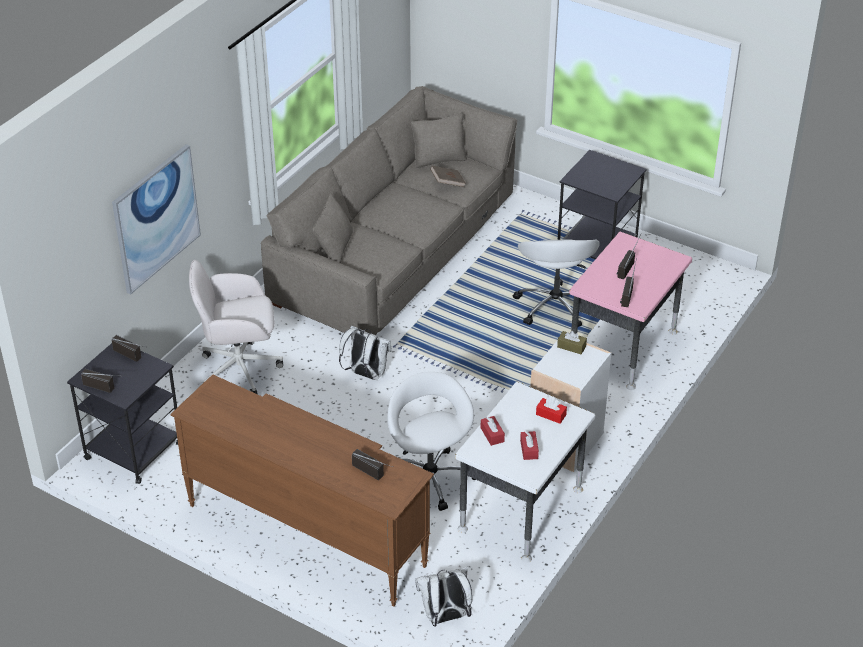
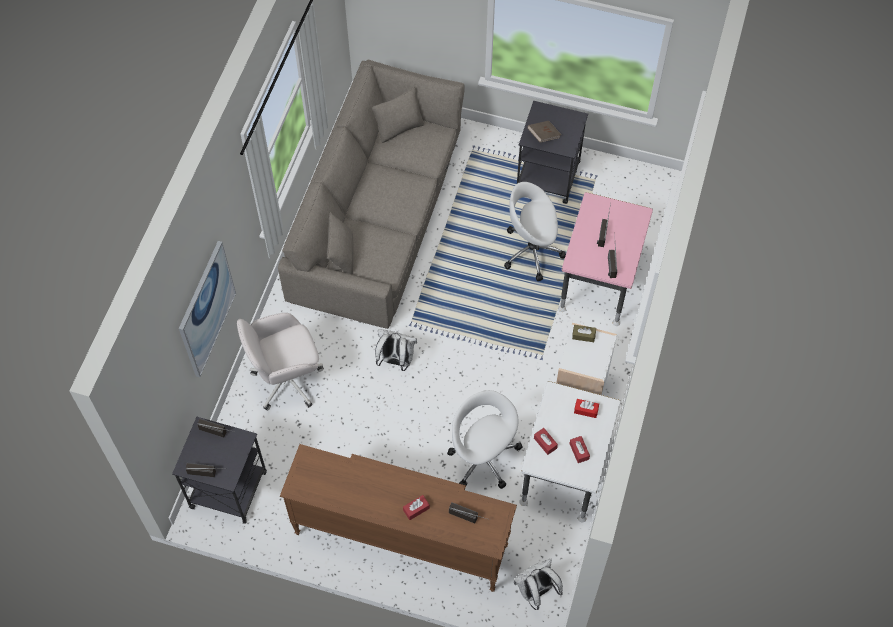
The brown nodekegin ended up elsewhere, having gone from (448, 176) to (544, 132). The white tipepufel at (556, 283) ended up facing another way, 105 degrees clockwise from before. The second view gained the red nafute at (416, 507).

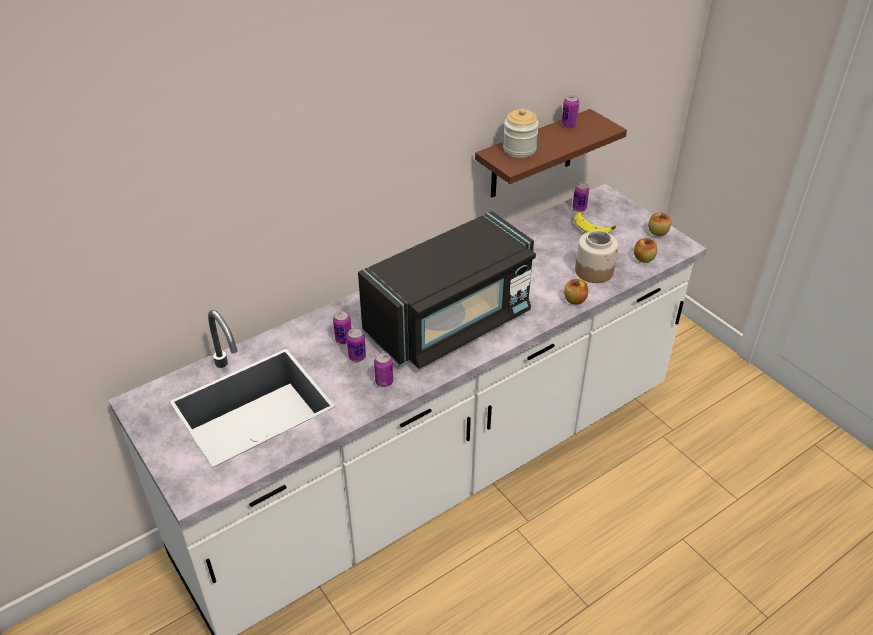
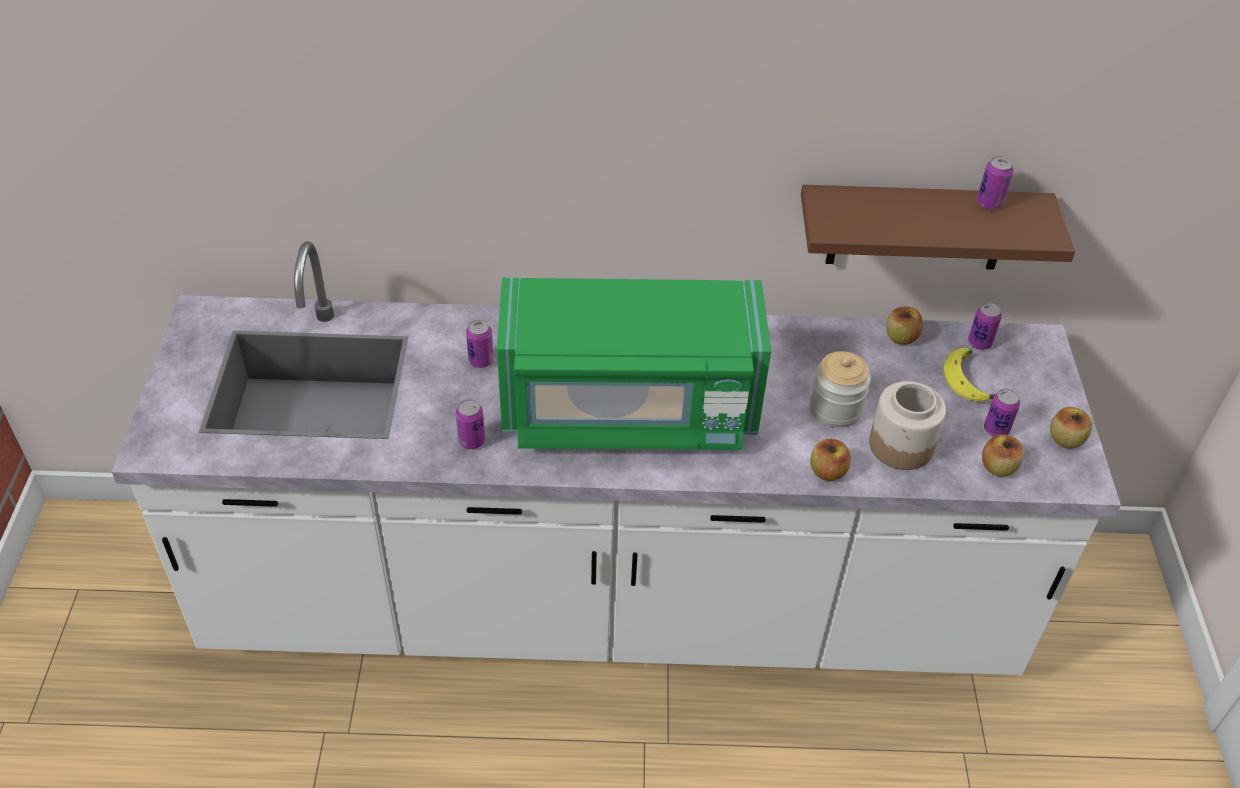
The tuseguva ended up elsewhere, having gone from (356, 345) to (1002, 413). What was the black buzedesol at (447, 290) turned into the green buzedesol at (634, 364). The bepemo ended up elsewhere, having gone from (521, 133) to (840, 389). The second view gained the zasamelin at (904, 326).

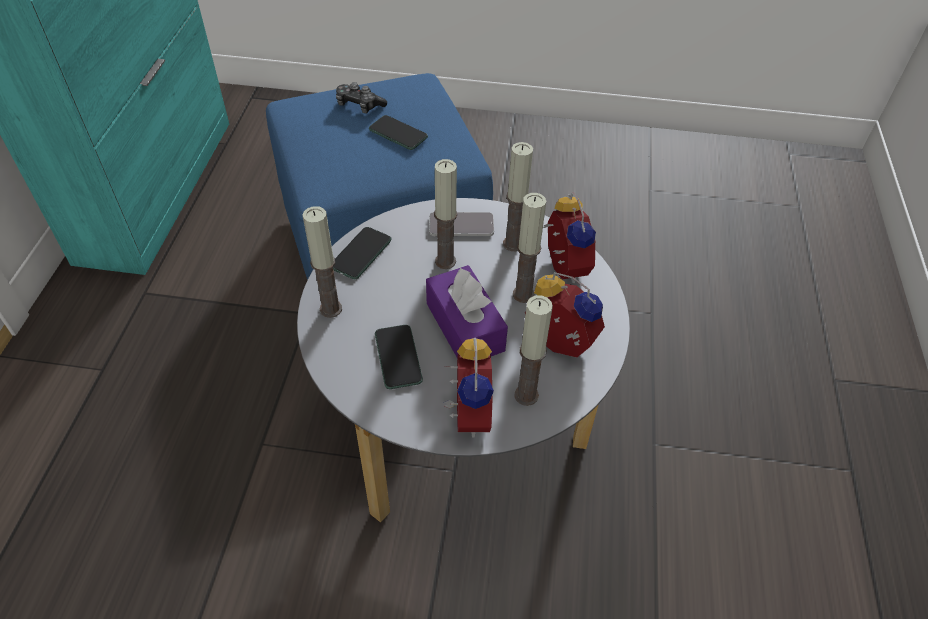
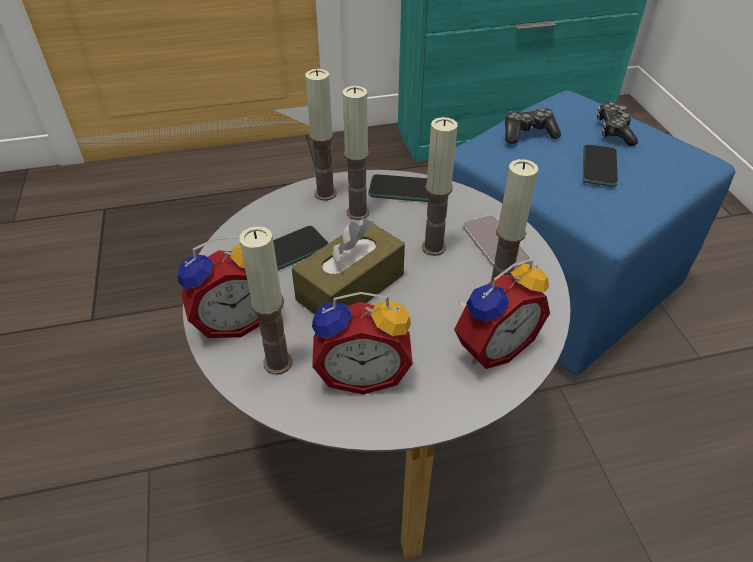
What was the purple nafute at (467, 311) turned into the brown nafute at (348, 266). The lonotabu ended up elsewhere, having gone from (529, 248) to (355, 153). The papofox at (565, 314) ended up facing another way, 75 degrees clockwise from before. The second view gained the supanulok at (533, 126).

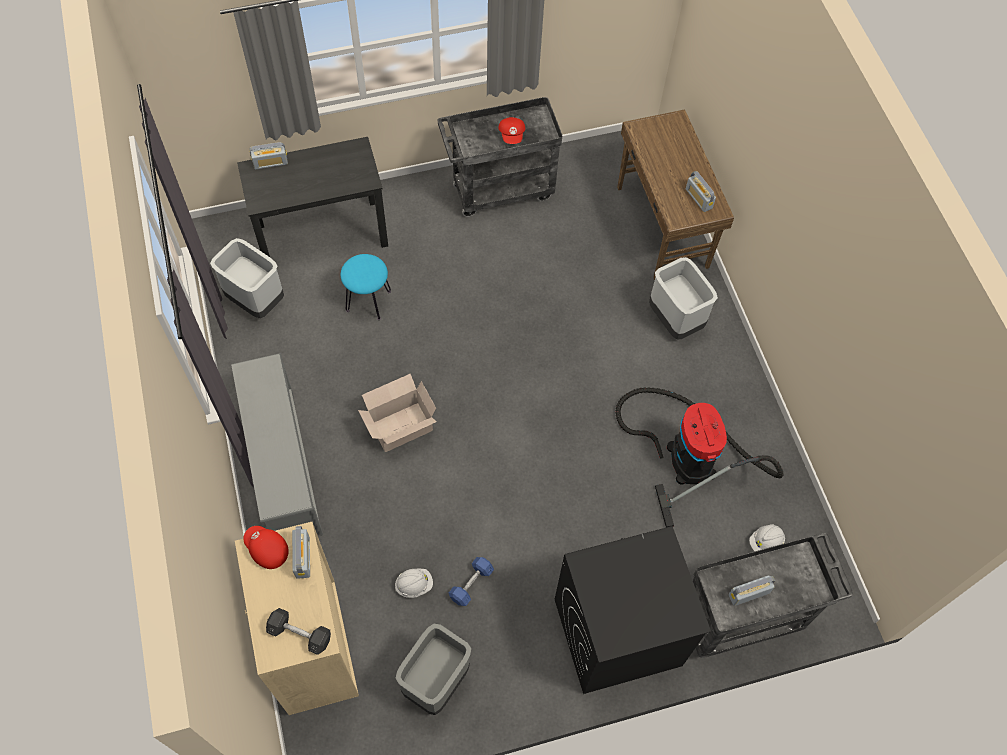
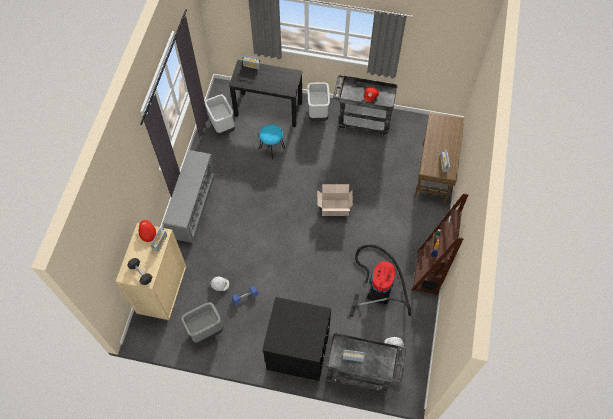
The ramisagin ended up elsewhere, having gone from (397, 413) to (335, 200). The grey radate ended up elsewhere, having gone from (683, 298) to (318, 101). The second view gained the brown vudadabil at (440, 244).

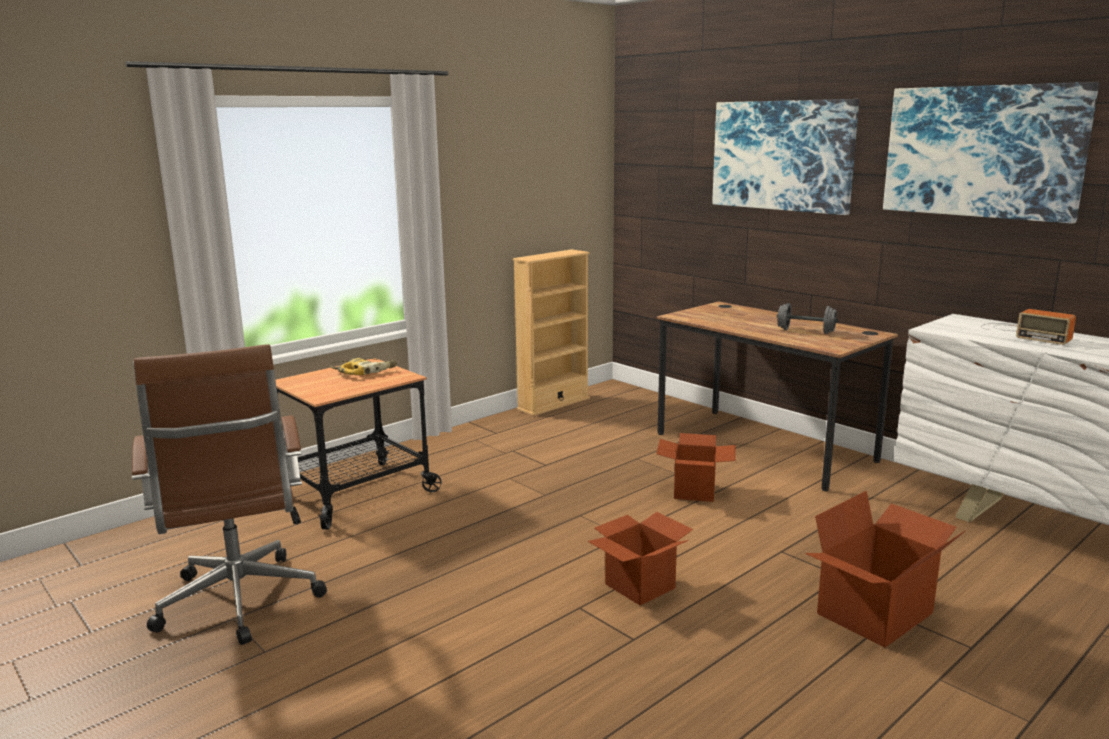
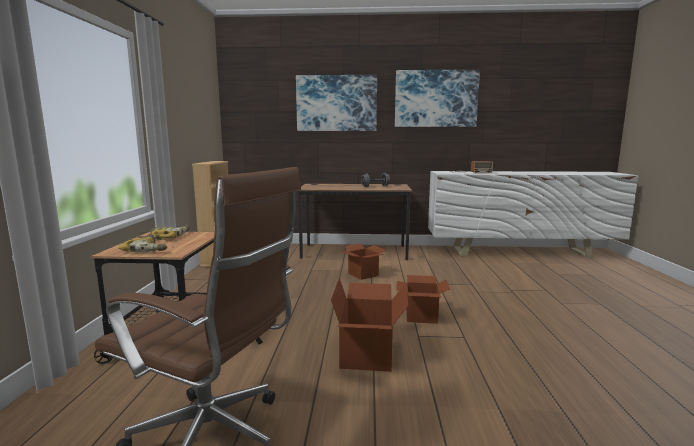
The ramisagin ended up elsewhere, having gone from (885, 569) to (369, 325). The second view gained the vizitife at (143, 244).

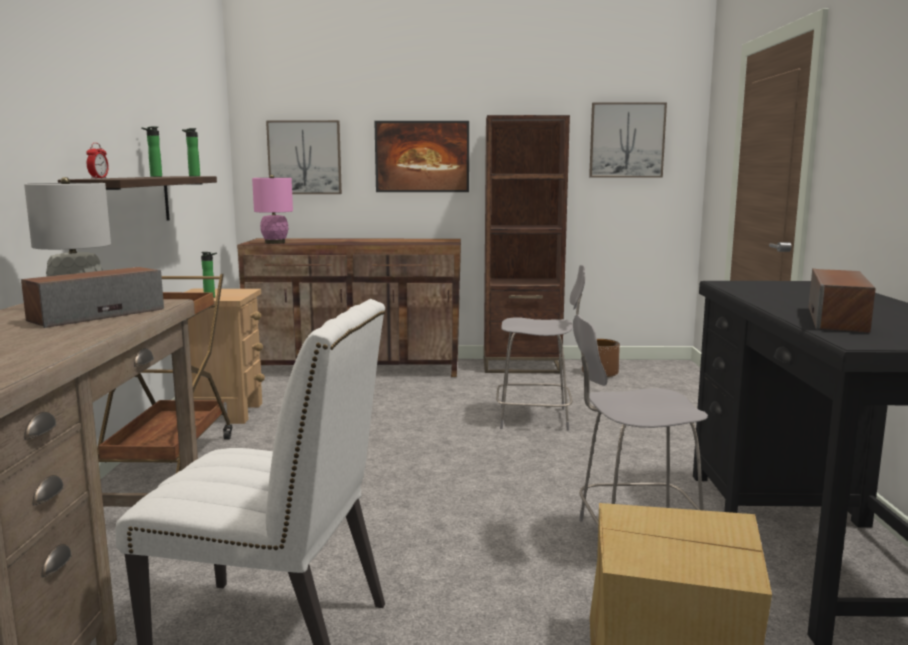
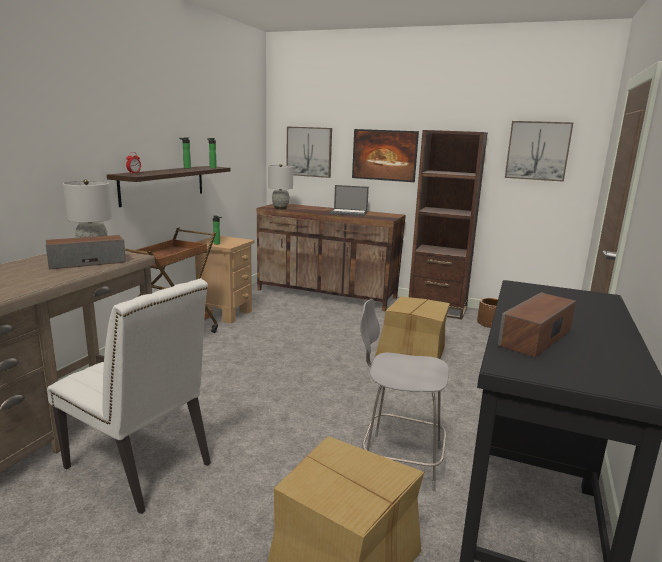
What was the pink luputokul at (272, 209) turned into the white luputokul at (280, 186). Where the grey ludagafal stood at (540, 348), the ramisagin came to stand at (412, 327). The second view gained the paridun at (349, 200).

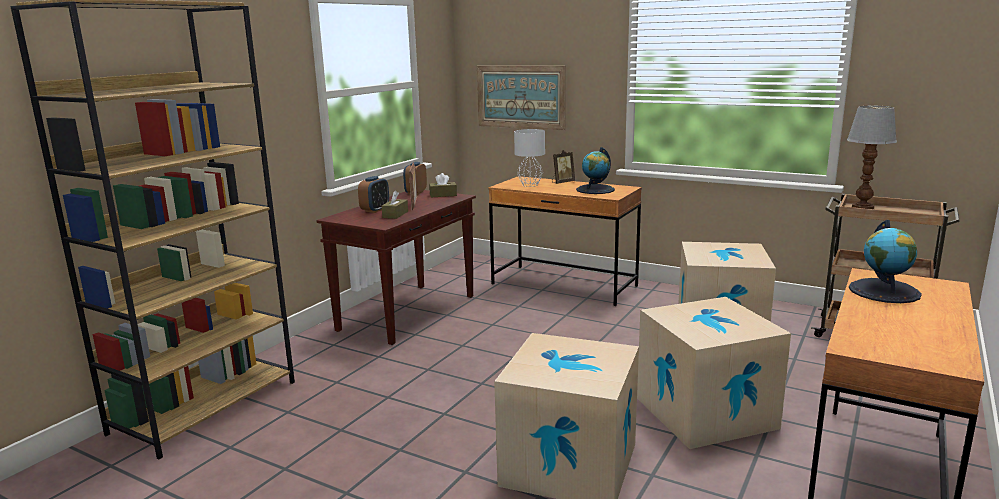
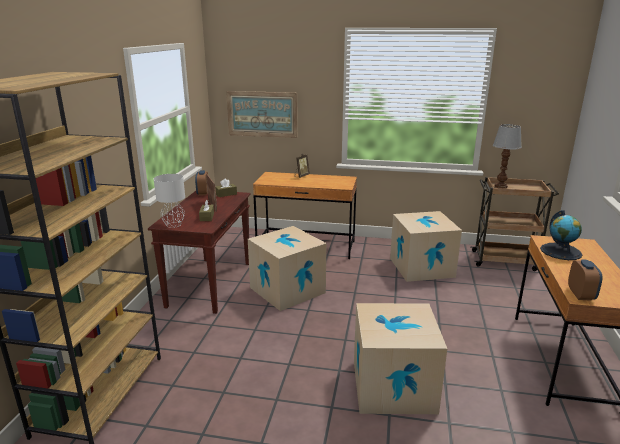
The papofox ended up elsewhere, having gone from (373, 194) to (585, 280). The grey luputokul ended up elsewhere, having gone from (529, 158) to (169, 201). The second view lost the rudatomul at (595, 170). The ramisagin ended up elsewhere, having gone from (714, 373) to (287, 268).

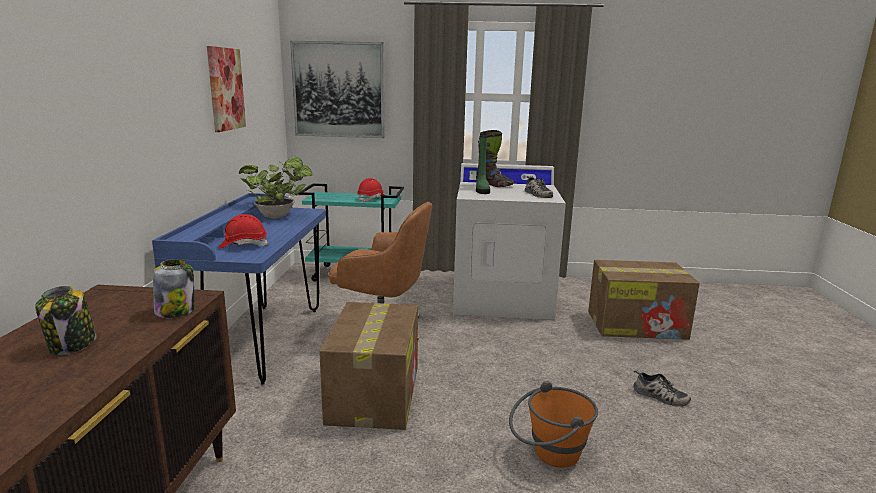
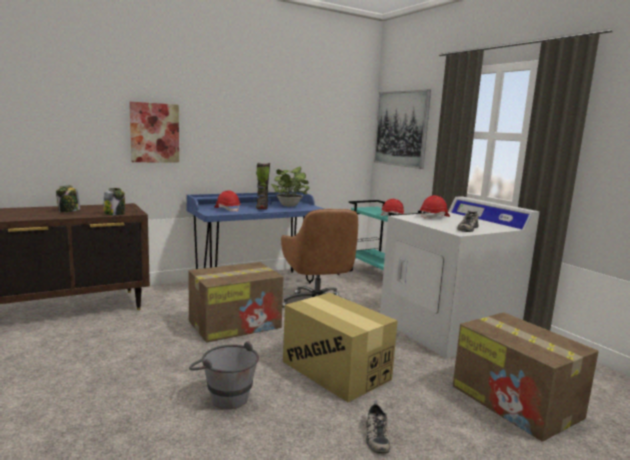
The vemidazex ended up elsewhere, having gone from (226, 89) to (154, 132). The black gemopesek ended up elsewhere, having gone from (495, 158) to (263, 186). Where the green gemopesek stood at (483, 164), the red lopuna came to stand at (435, 207). What was the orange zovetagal at (553, 424) turned into the grey zovetagal at (224, 375). The second view gained the ramisagin at (340, 347).

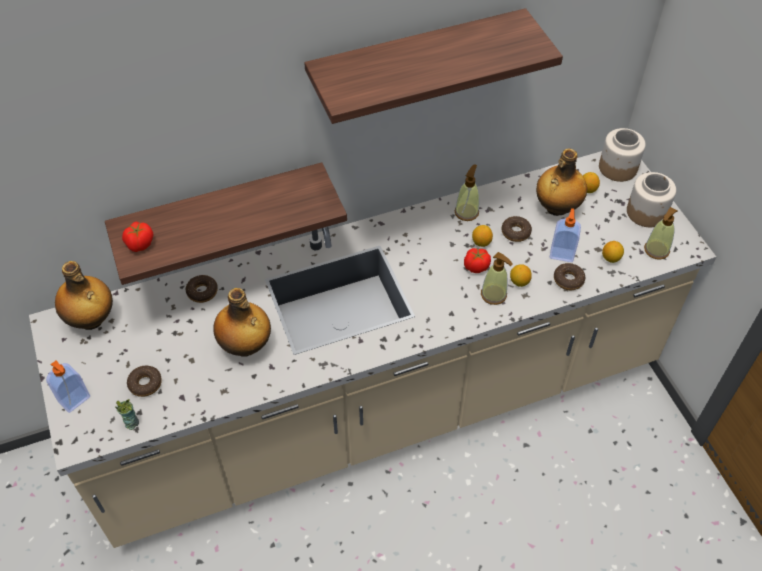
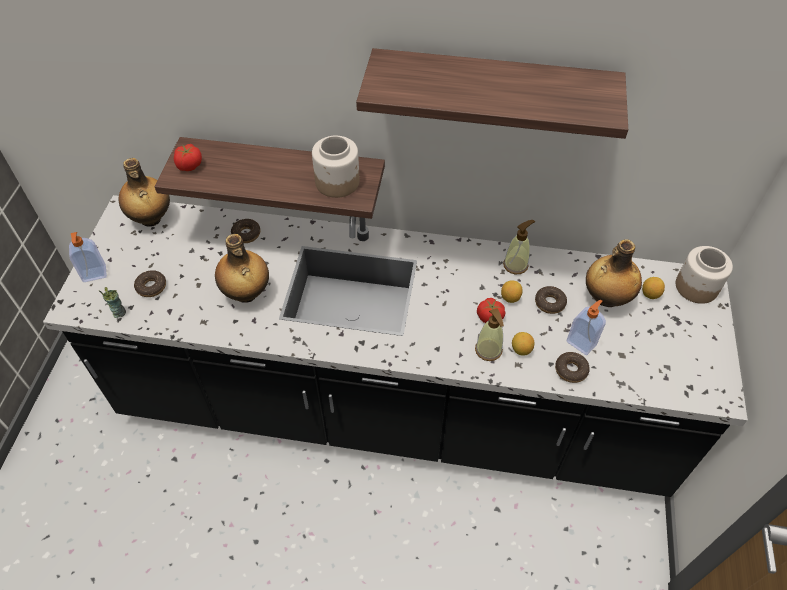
What was the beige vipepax at (372, 349) turned into the black vipepax at (395, 346). The second view lost the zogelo at (613, 252). The bepemo ended up elsewhere, having gone from (651, 199) to (336, 167). The second view lost the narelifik at (660, 233).

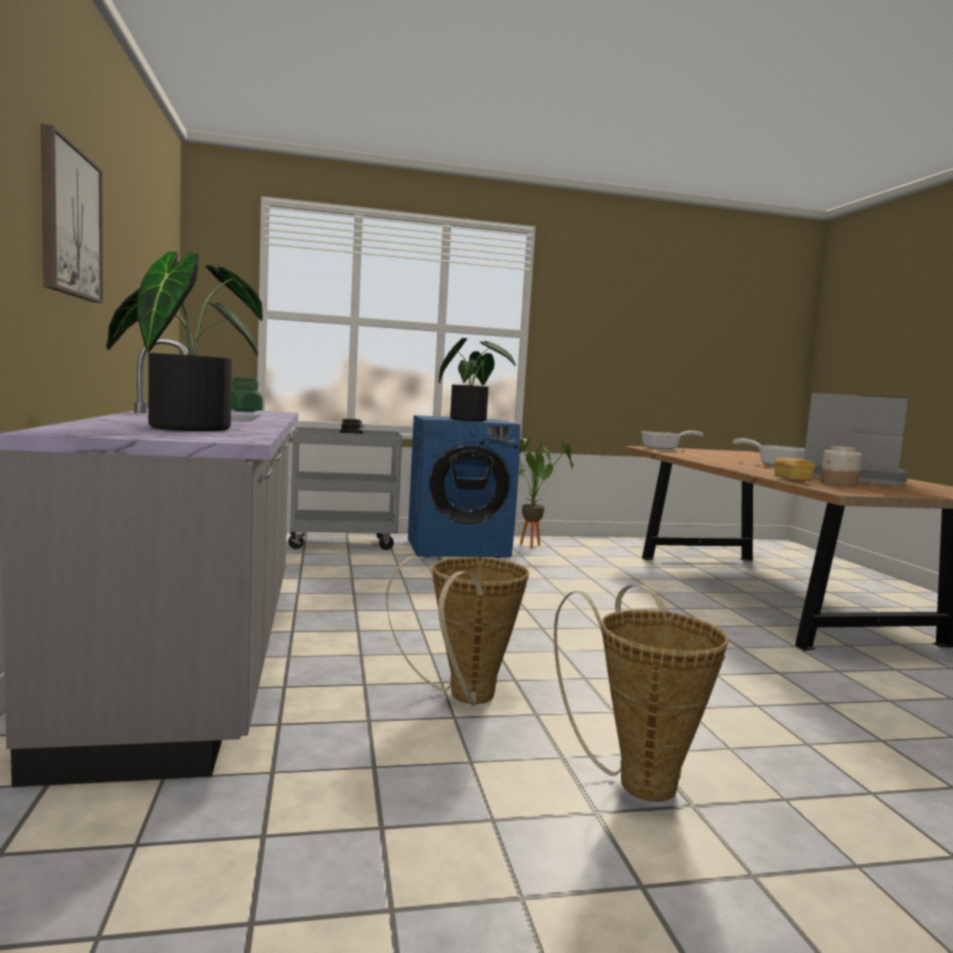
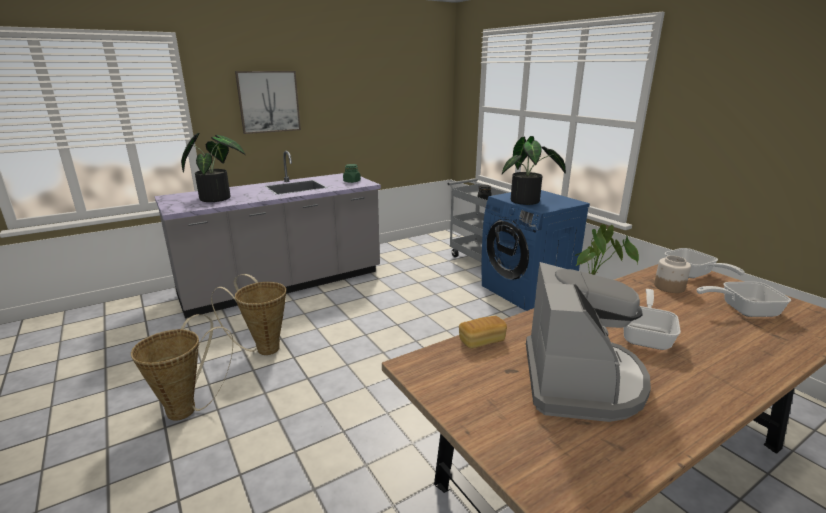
The bepemo ended up elsewhere, having gone from (841, 466) to (672, 274). The second view gained the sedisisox at (744, 299).

